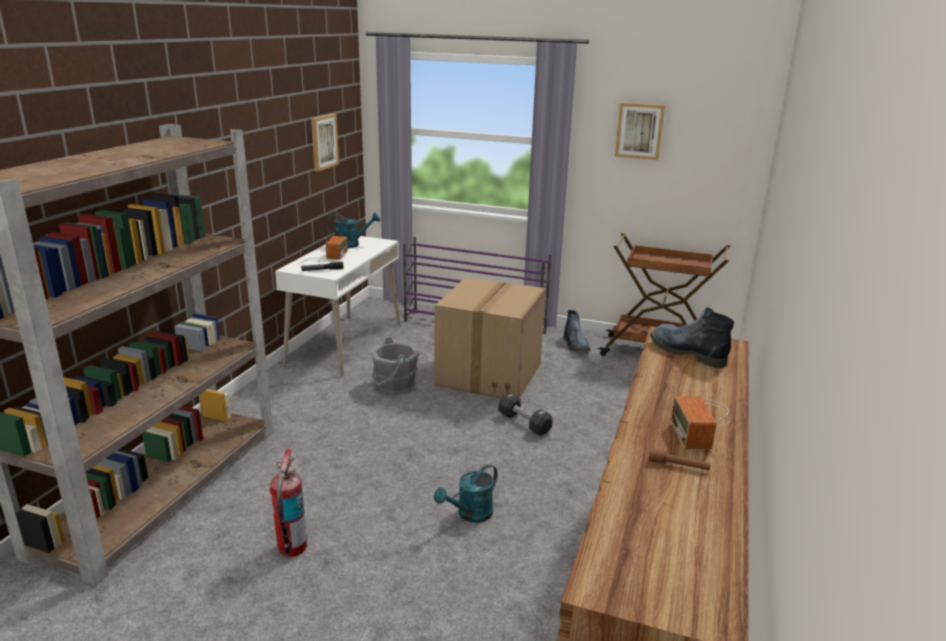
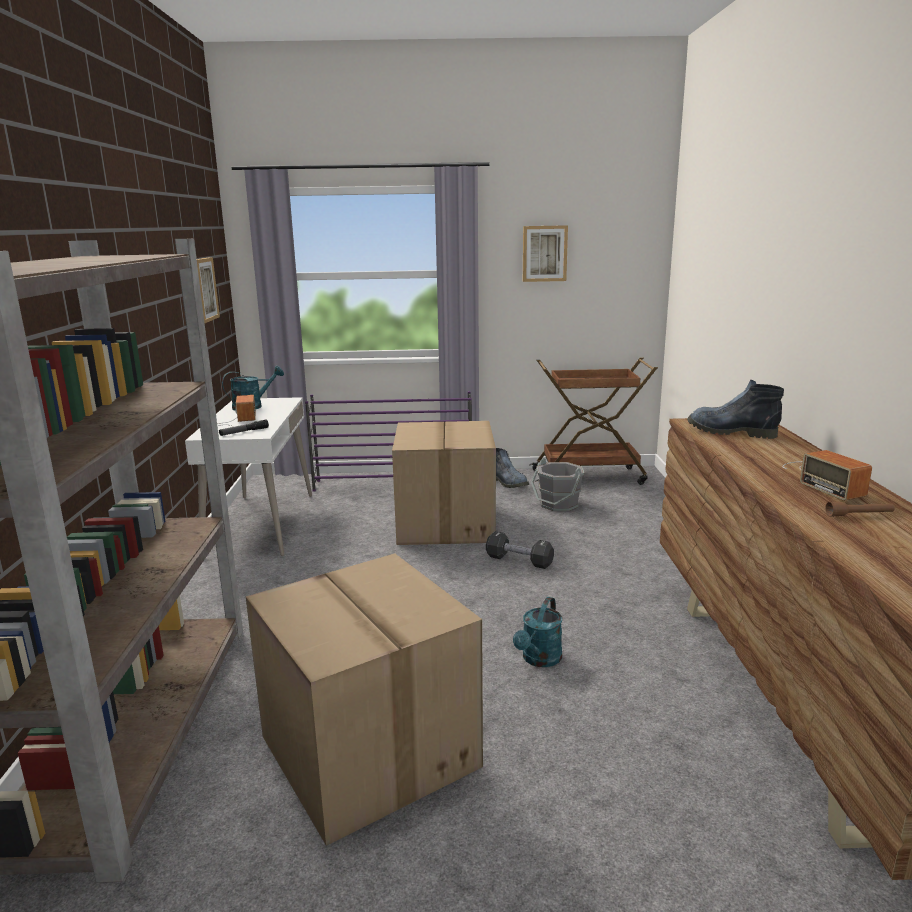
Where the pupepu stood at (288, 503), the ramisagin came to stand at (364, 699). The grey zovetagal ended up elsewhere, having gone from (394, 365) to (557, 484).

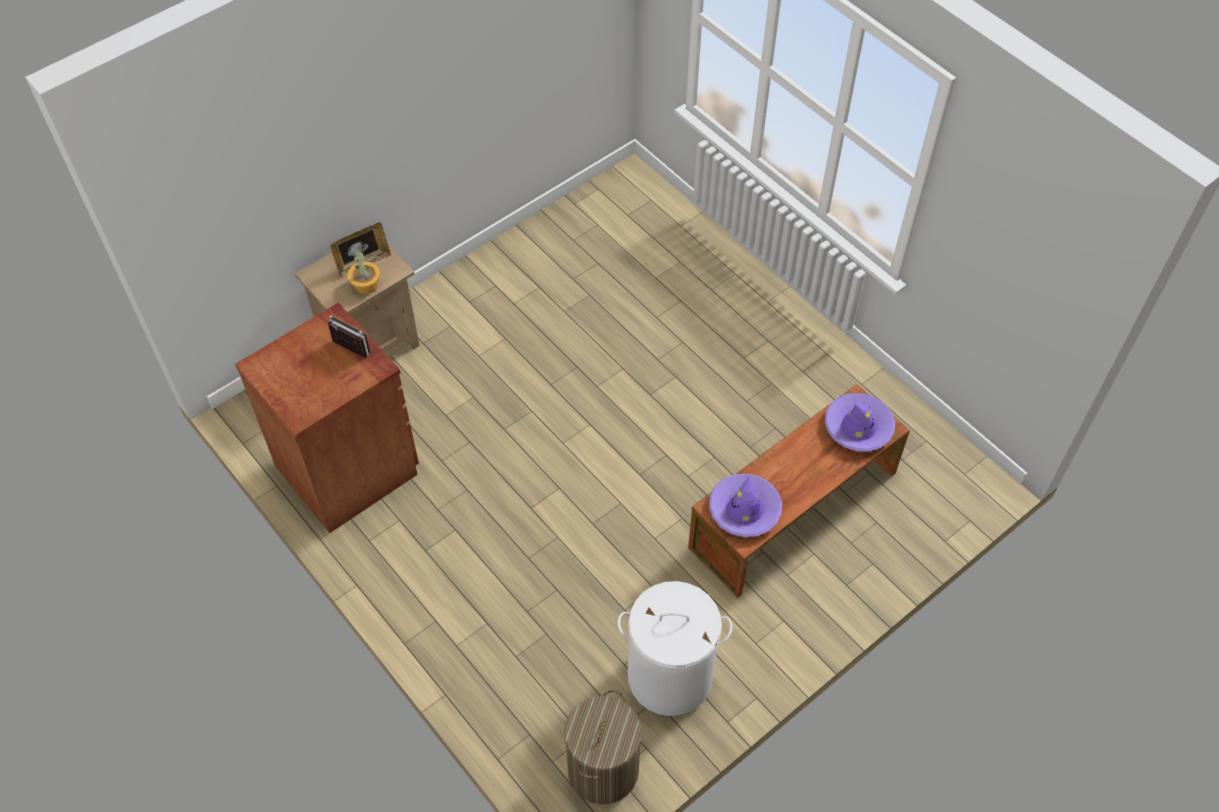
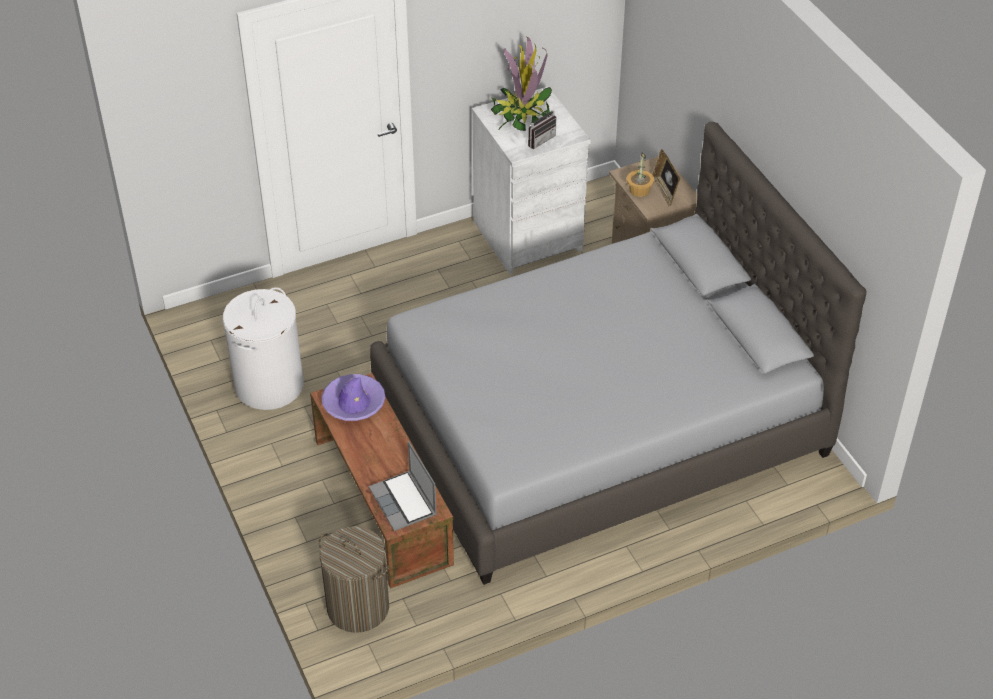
What was the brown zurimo at (327, 417) turned into the white zurimo at (531, 180). The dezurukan ended up elsewhere, having gone from (603, 747) to (353, 579). Where the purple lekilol stood at (859, 422), the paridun came to stand at (403, 486). The second view gained the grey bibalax at (618, 353). The second view gained the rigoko at (521, 84).

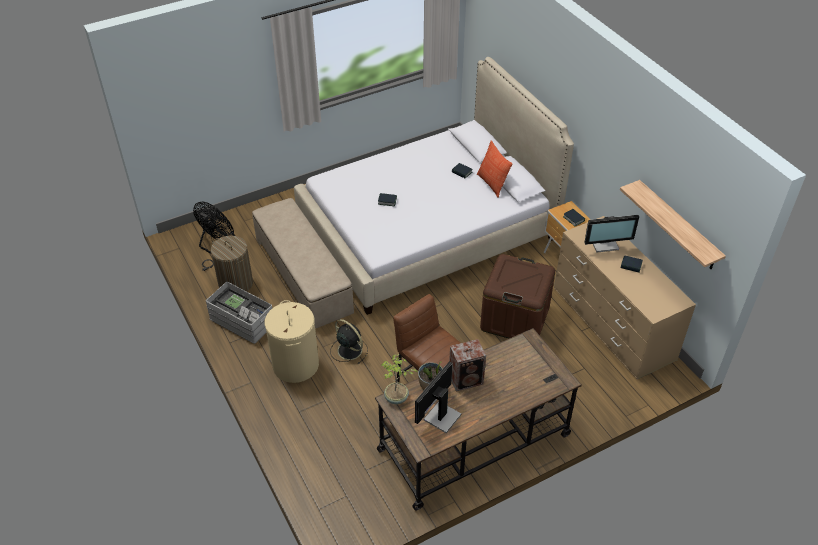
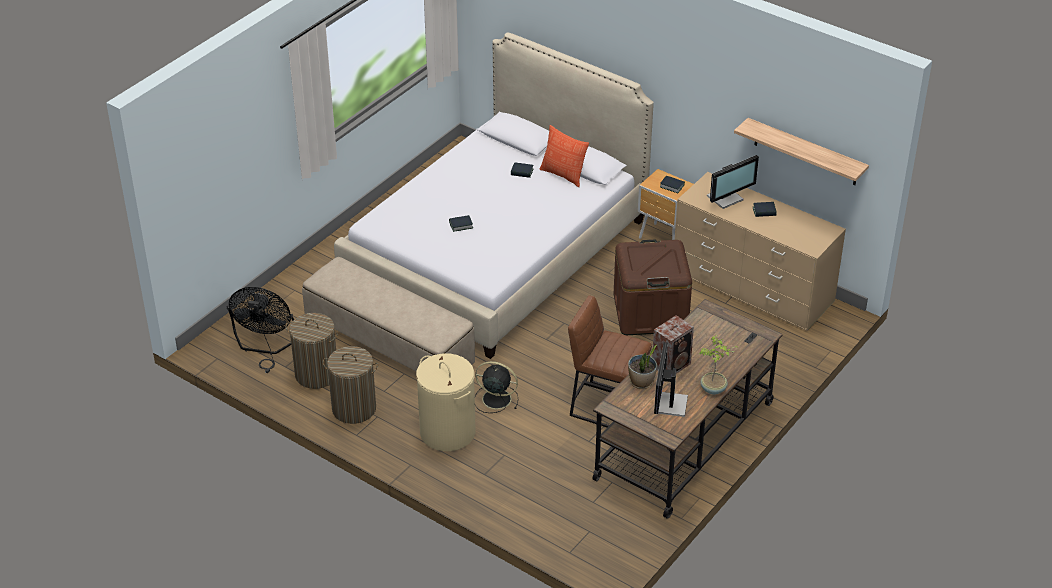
Where the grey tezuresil stood at (239, 313), the dezurukan came to stand at (350, 385). The rigoko ended up elsewhere, having gone from (399, 379) to (718, 365).

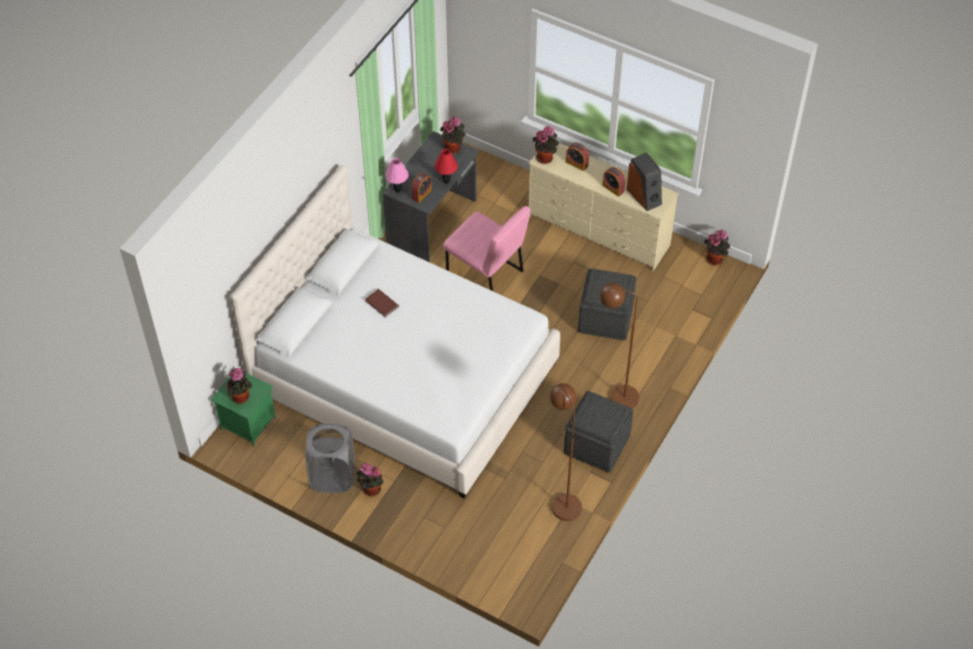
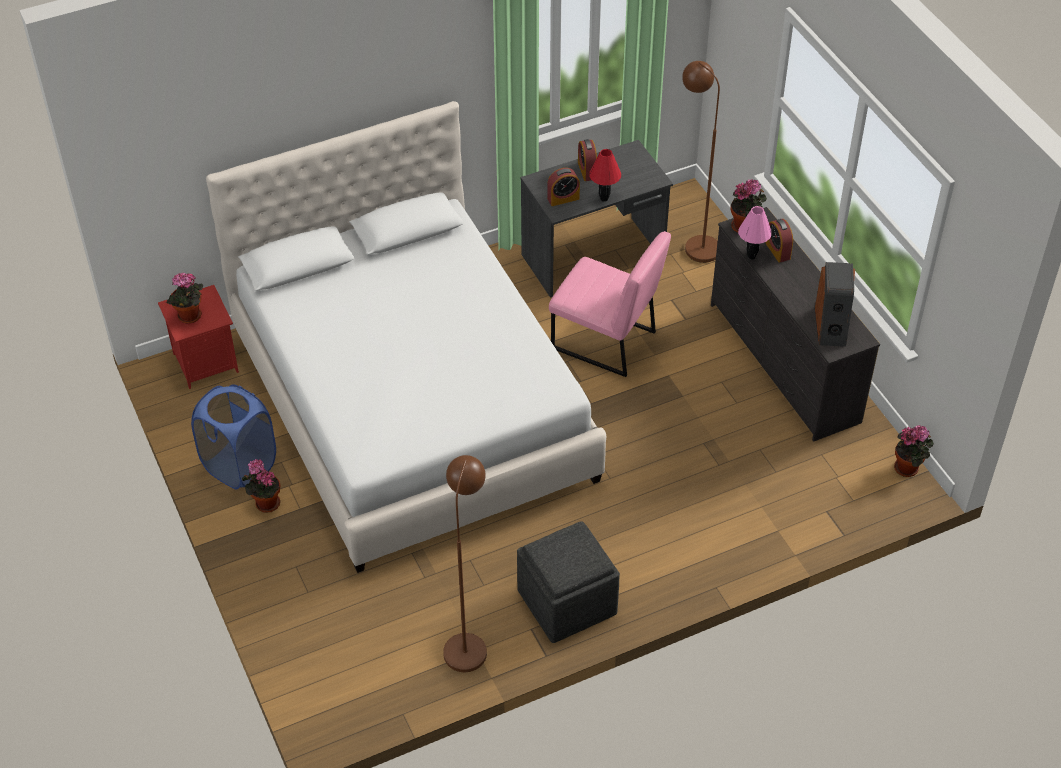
What was the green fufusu at (243, 410) turned into the red fufusu at (198, 337). What was the grey dezurukan at (330, 458) turned into the blue dezurukan at (233, 436). The second view lost the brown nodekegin at (382, 303). The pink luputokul ended up elsewhere, having gone from (397, 175) to (755, 232). The second view lost the rigoko at (453, 135). The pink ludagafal at (487, 248) ended up facing another way, 45 degrees counterclockwise from before. What was the beige zurimo at (603, 207) turned into the black zurimo at (795, 324). The second view lost the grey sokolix at (607, 304). The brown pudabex ended up elsewhere, having gone from (619, 345) to (701, 162). The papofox ended up elsewhere, having gone from (614, 182) to (587, 160).

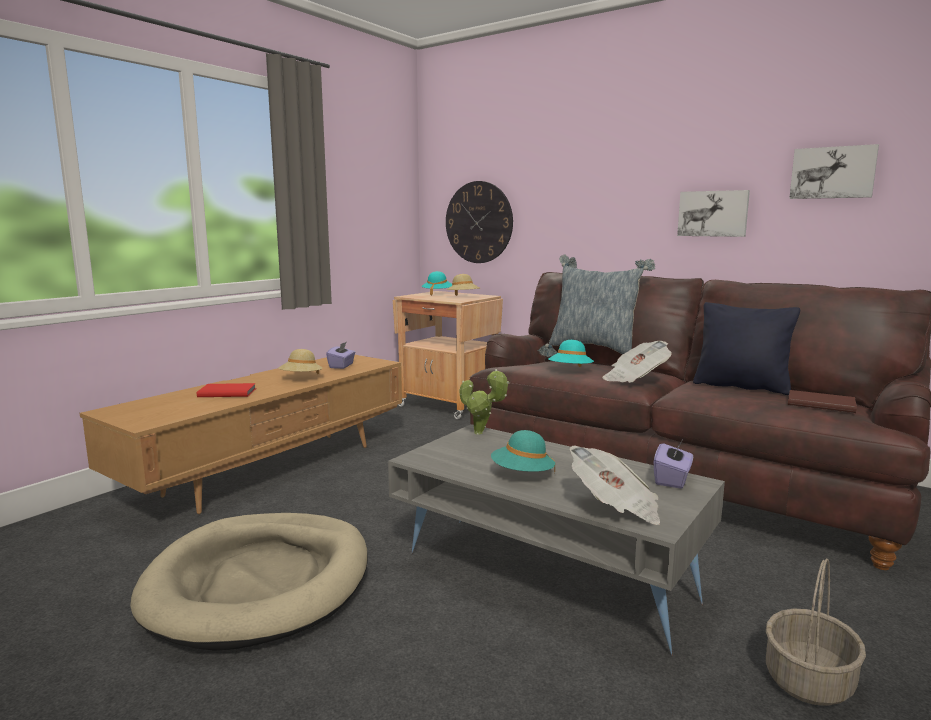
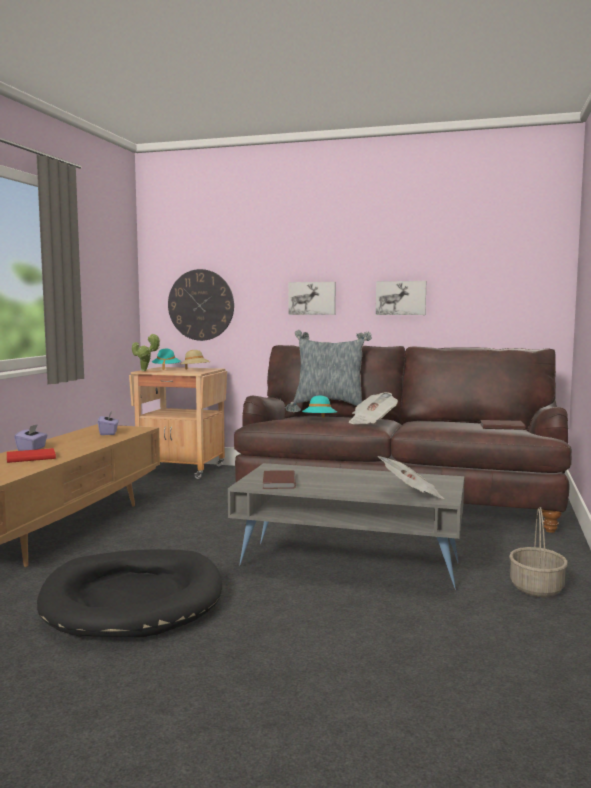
What was the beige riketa at (249, 582) turned into the black riketa at (129, 593). The second view lost the beige lekilol at (301, 361). The rigoko ended up elsewhere, having gone from (484, 402) to (146, 352). The second view lost the turquoise lekilol at (523, 451). The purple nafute ended up elsewhere, having gone from (673, 465) to (31, 437). The second view lost the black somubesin at (746, 348). The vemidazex ended up elsewhere, having gone from (834, 171) to (312, 298). The second view gained the brown nodekegin at (279, 480).

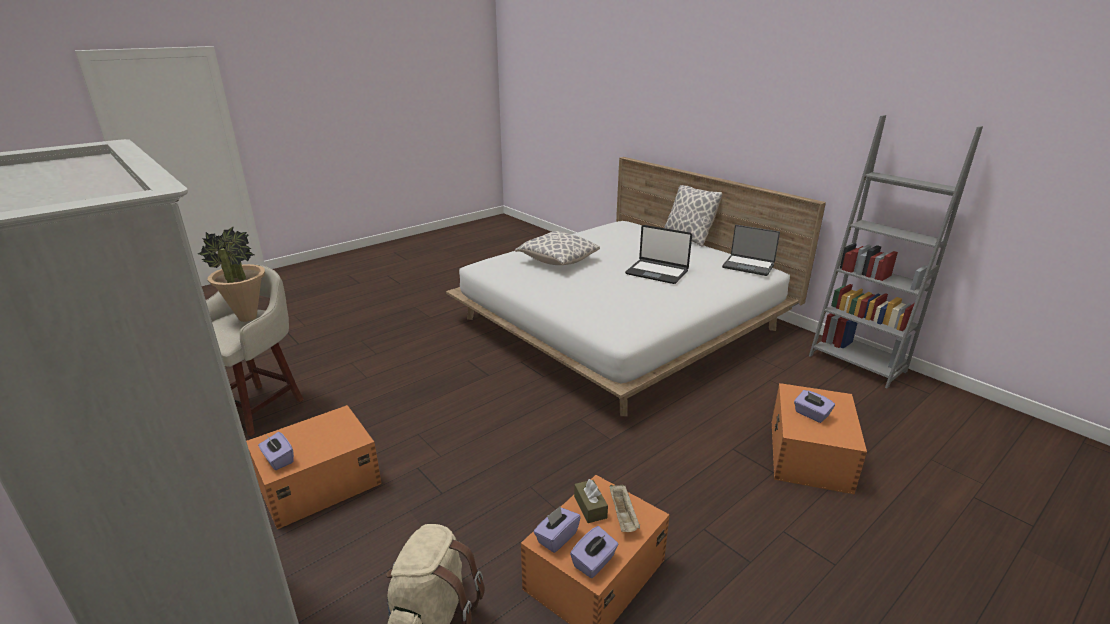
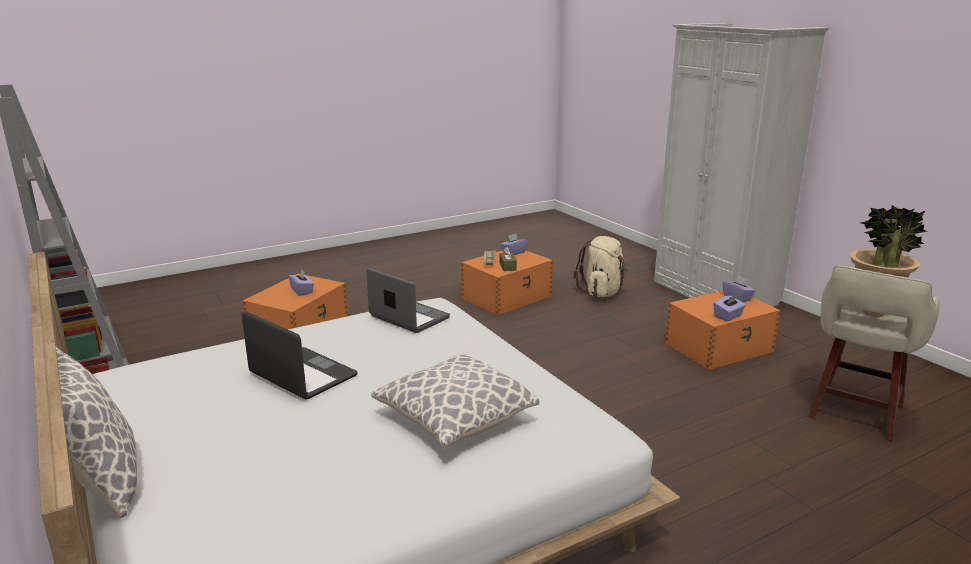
The purple nafute ended up elsewhere, having gone from (557, 529) to (730, 308). The paridun ended up elsewhere, having gone from (751, 250) to (408, 300).

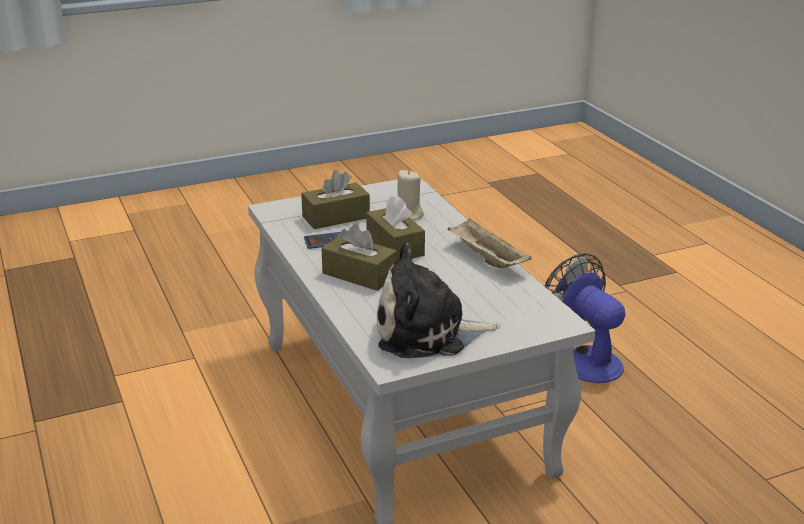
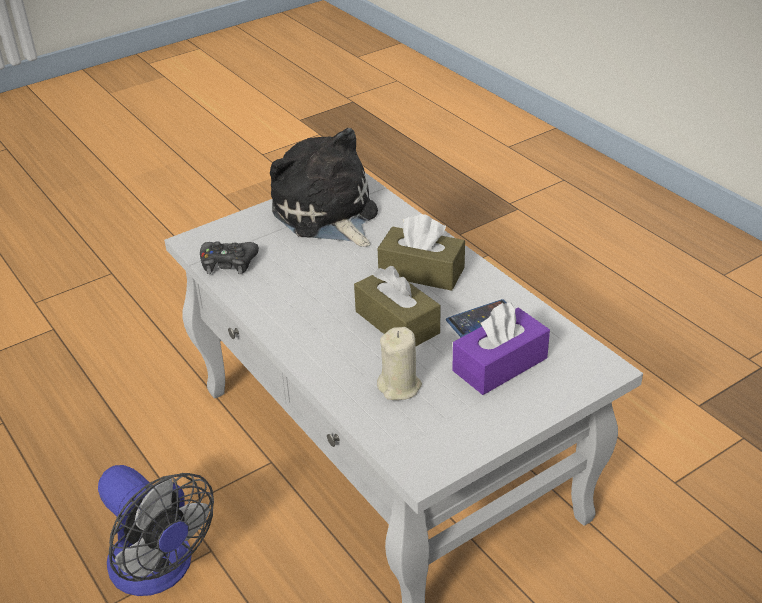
What was the brown nafute at (335, 199) turned into the purple nafute at (501, 349). The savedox at (438, 300) ended up facing another way, 105 degrees counterclockwise from before. The second view lost the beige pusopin at (490, 243). The second view gained the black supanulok at (229, 257).

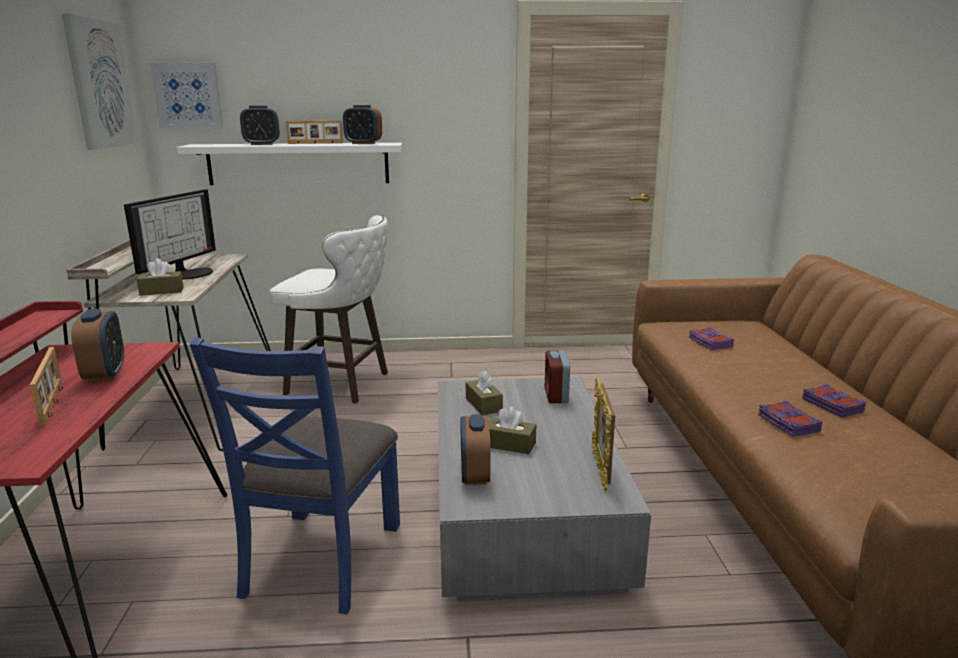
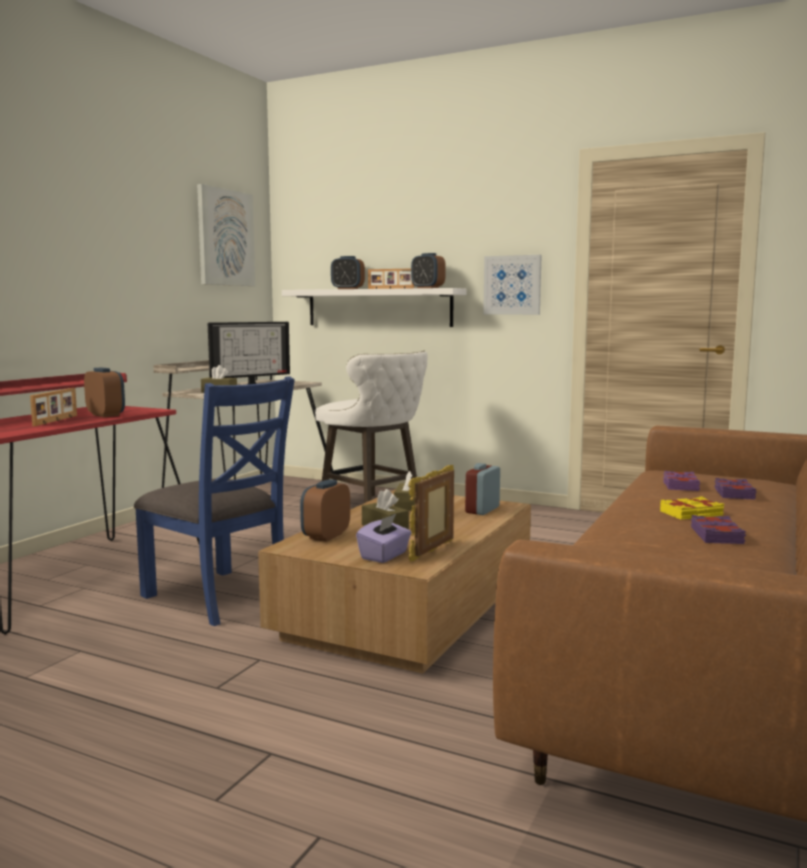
The papofox at (97, 345) ended up facing another way, 60 degrees counterclockwise from before. The vemidazex ended up elsewhere, having gone from (186, 95) to (512, 285). The blue ludagafal at (295, 476) ended up facing another way, 90 degrees counterclockwise from before. What was the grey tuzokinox at (544, 489) turned into the brown tuzokinox at (394, 581). The purple nodekegin ended up elsewhere, having gone from (790, 419) to (735, 489). The second view gained the purple nafute at (384, 538). The second view gained the yellow nodekegin at (692, 508).

